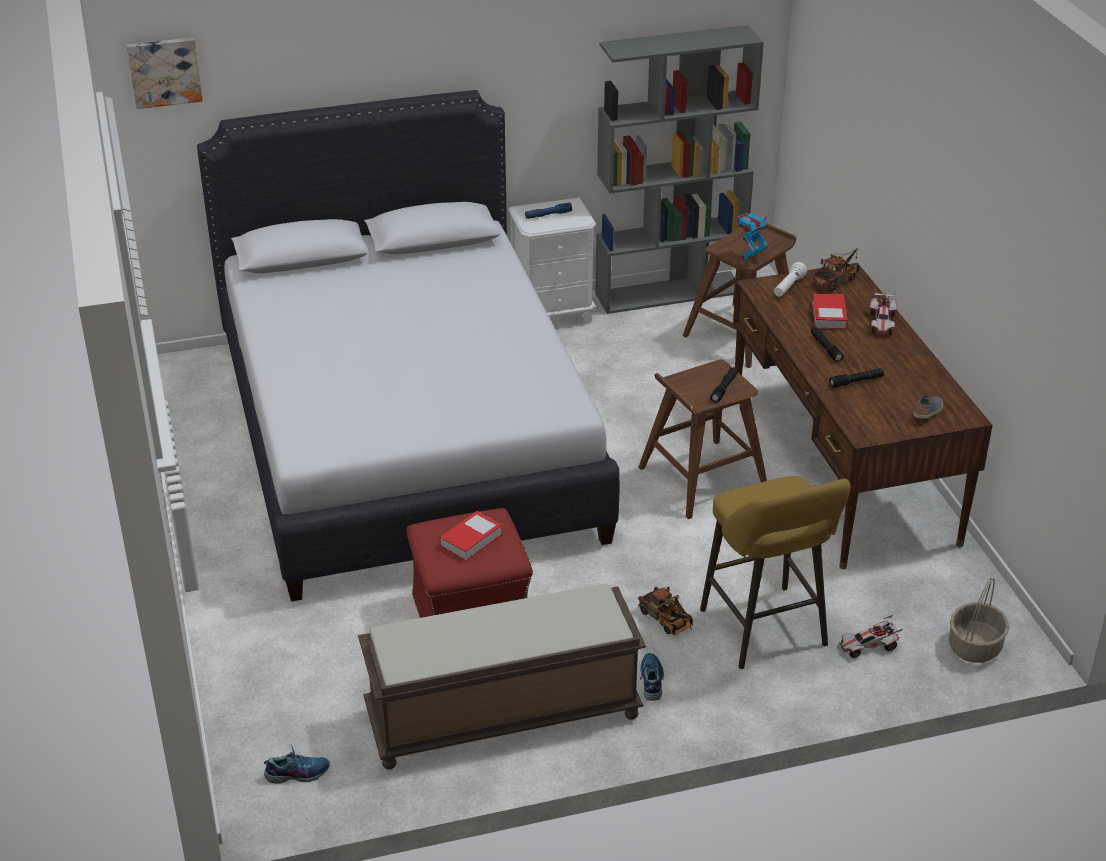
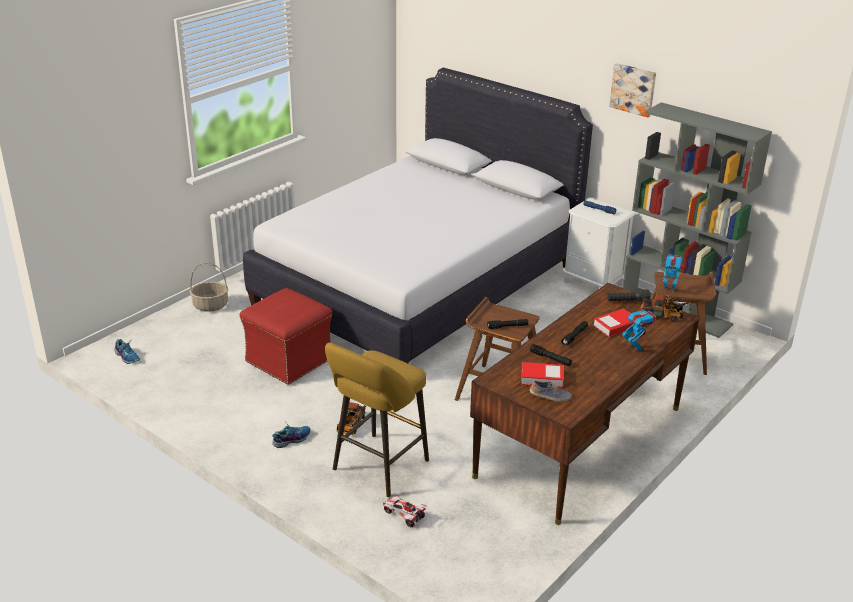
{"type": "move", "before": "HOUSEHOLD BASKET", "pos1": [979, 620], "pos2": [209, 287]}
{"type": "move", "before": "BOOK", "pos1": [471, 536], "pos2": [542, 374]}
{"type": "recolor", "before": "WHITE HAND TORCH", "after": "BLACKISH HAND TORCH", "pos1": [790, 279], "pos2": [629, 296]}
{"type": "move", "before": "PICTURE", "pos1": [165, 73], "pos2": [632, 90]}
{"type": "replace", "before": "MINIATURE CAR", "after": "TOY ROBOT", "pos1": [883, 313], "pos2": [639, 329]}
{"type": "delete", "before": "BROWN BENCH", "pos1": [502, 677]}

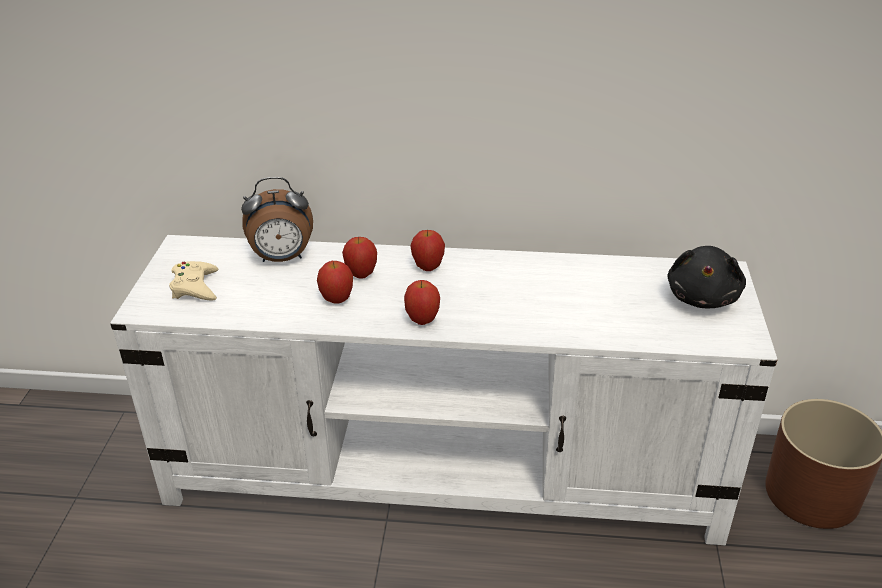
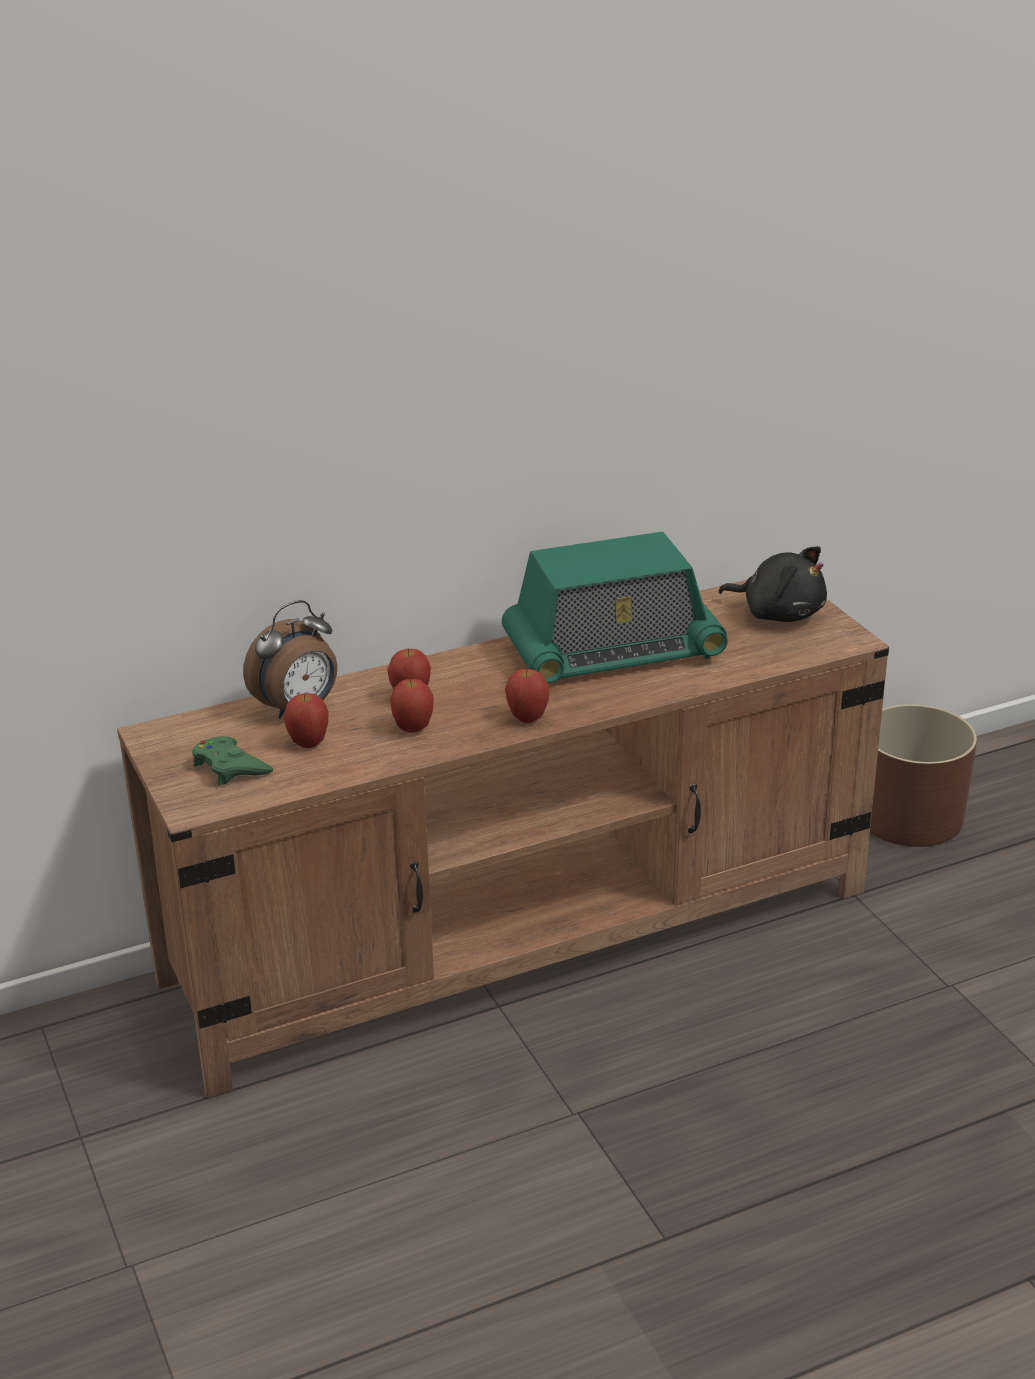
{"type": "recolor", "before": "WHITE MEDIA CONSOLE", "after": "BROWN MEDIA CONSOLE", "pos1": [444, 390], "pos2": [503, 838]}
{"type": "recolor", "before": "SAND-COLOURED JOYPAD", "after": "GREENISH JOYPAD", "pos1": [193, 281], "pos2": [232, 761]}
{"type": "move", "before": "APPLE FRUIT", "pos1": [427, 250], "pos2": [306, 720]}
{"type": "insert", "after": "RADIO SET", "pos2": [615, 607]}
{"type": "rotate", "before": "BLACKISH SOFT TOY", "pos1": [707, 277], "pos2": [772, 584], "turn": -45}

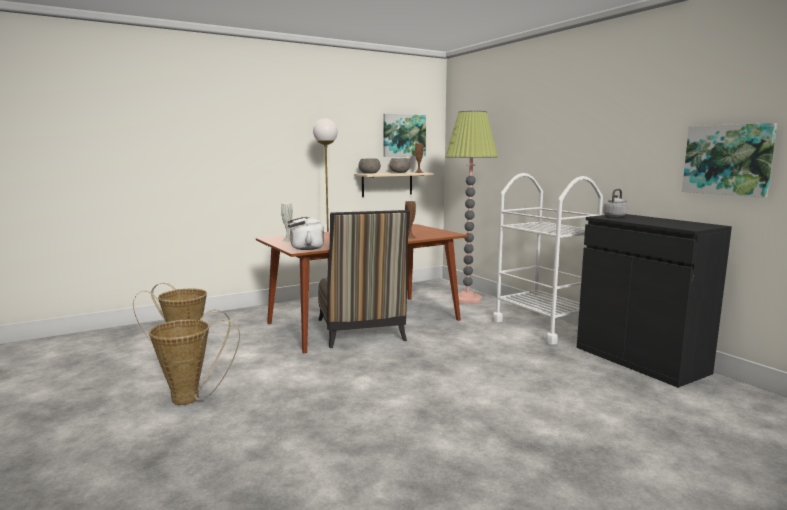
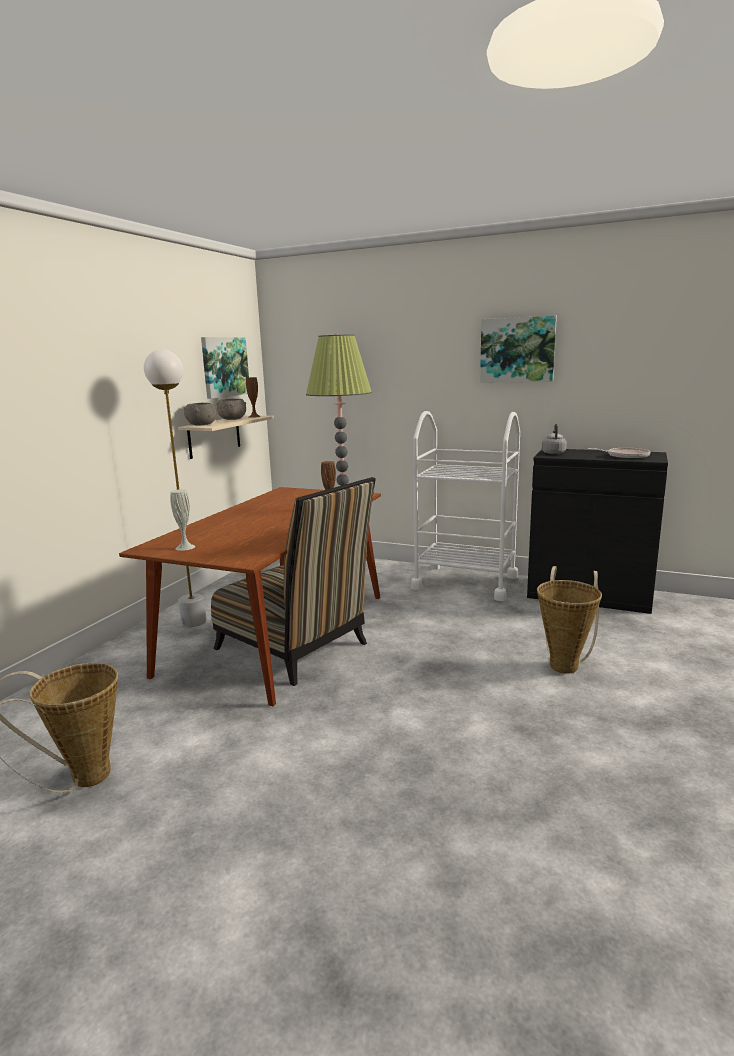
{"type": "move", "before": "PICTURE", "pos1": [729, 160], "pos2": [518, 349]}
{"type": "move", "before": "HOUSEHOLD BASKET", "pos1": [194, 357], "pos2": [569, 620]}
{"type": "insert", "after": "PAN", "pos2": [619, 453]}
{"type": "delete", "before": "WHITE TEA KETTLE", "pos1": [305, 233]}

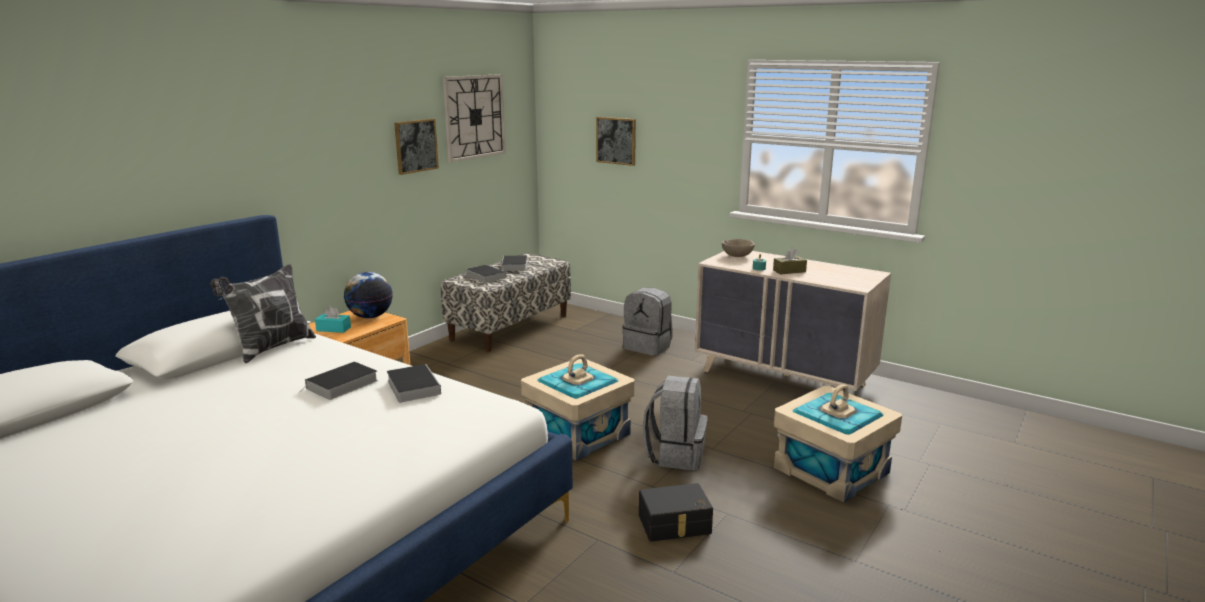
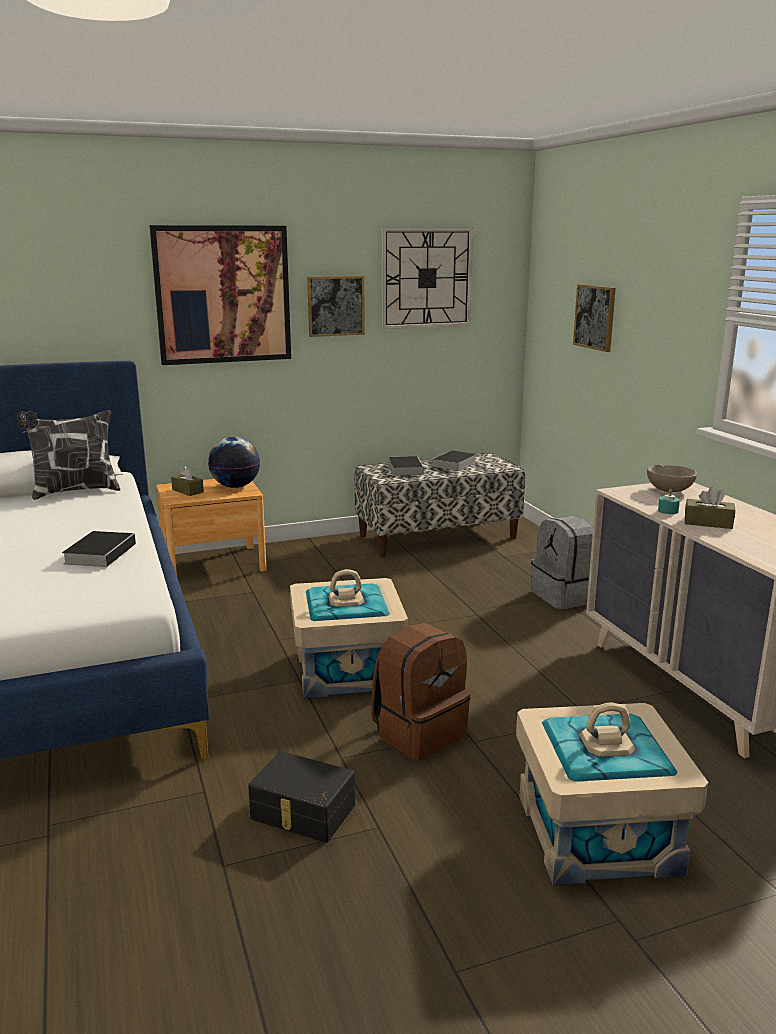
{"type": "insert", "after": "PICTURE", "pos2": [220, 295]}
{"type": "recolor", "before": "TURQUOISE BOX OF TISSUES", "after": "BROWN BOX OF TISSUES", "pos1": [333, 319], "pos2": [187, 480]}
{"type": "recolor", "before": "GRAY KNAPSACK", "after": "BROWN KNAPSACK", "pos1": [675, 423], "pos2": [420, 691]}
{"type": "delete", "before": "BOOK", "pos1": [338, 381]}

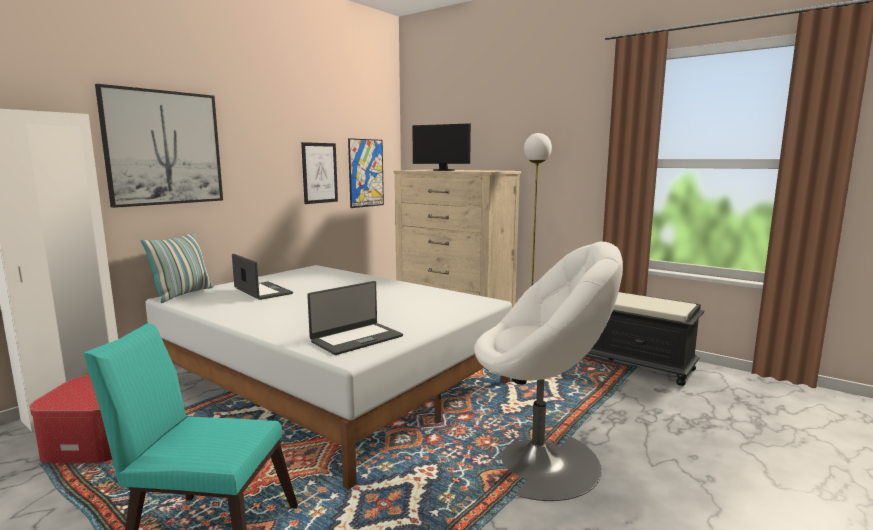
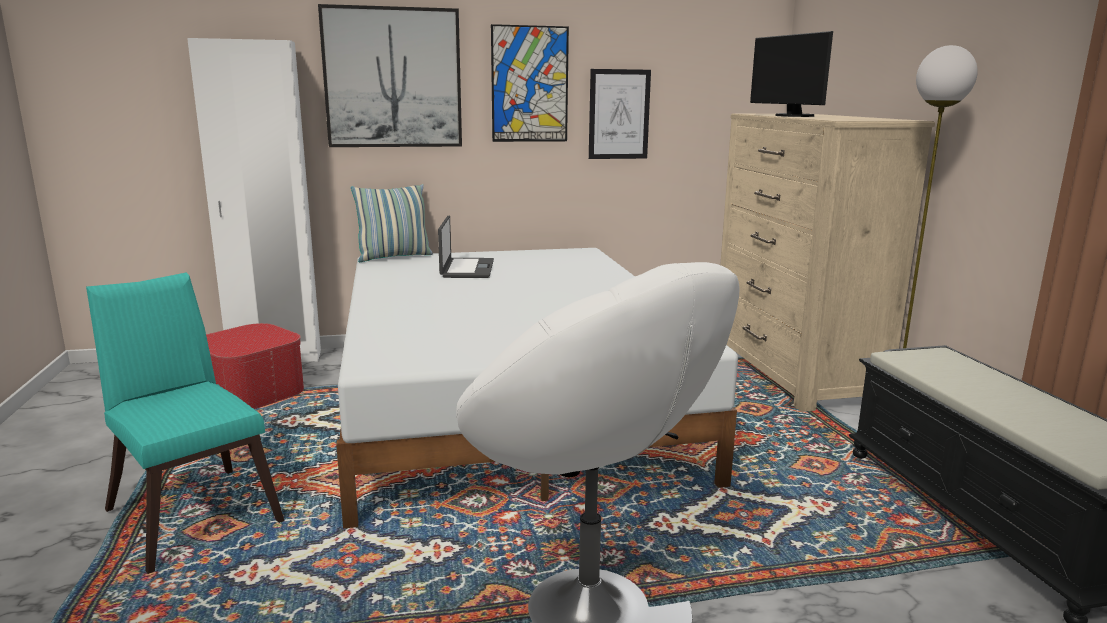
{"type": "move", "before": "PICTURE", "pos1": [366, 173], "pos2": [530, 83]}
{"type": "delete", "before": "LAPTOP", "pos1": [355, 318]}

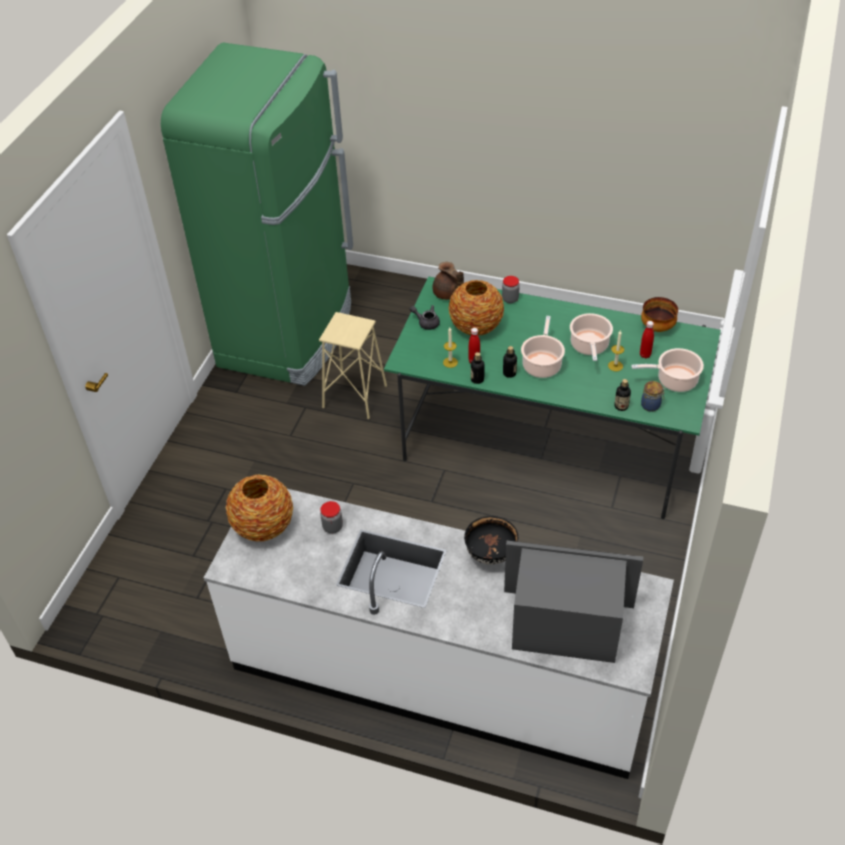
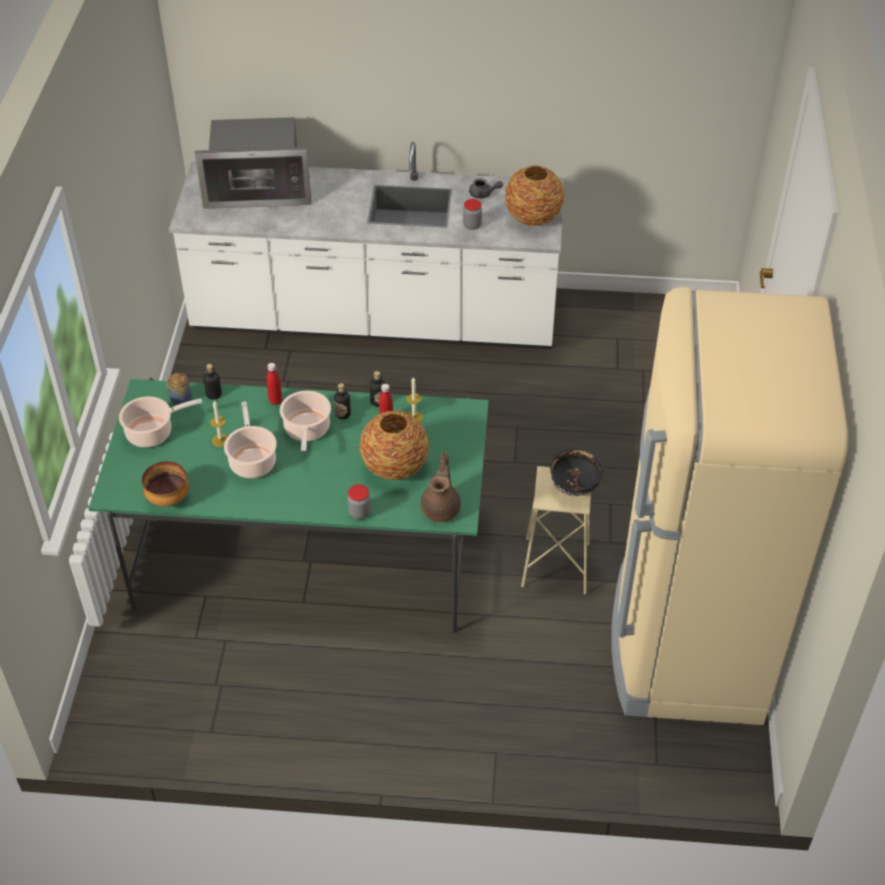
{"type": "move", "before": "REDDISH DRINK BOTTLE", "pos1": [647, 339], "pos2": [274, 384]}
{"type": "rotate", "before": "BROWN TEAPOT", "pos1": [448, 281], "pos2": [441, 487], "turn": 60}
{"type": "move", "before": "GRAY TEAPOT", "pos1": [424, 317], "pos2": [486, 188]}
{"type": "move", "before": "BLACKISH DEEP DISH", "pos1": [491, 540], "pos2": [577, 472]}
{"type": "recolor", "before": "GREENISH FRIDGE", "after": "SAND-COLOURED FRIDGE", "pos1": [257, 214], "pos2": [729, 506]}

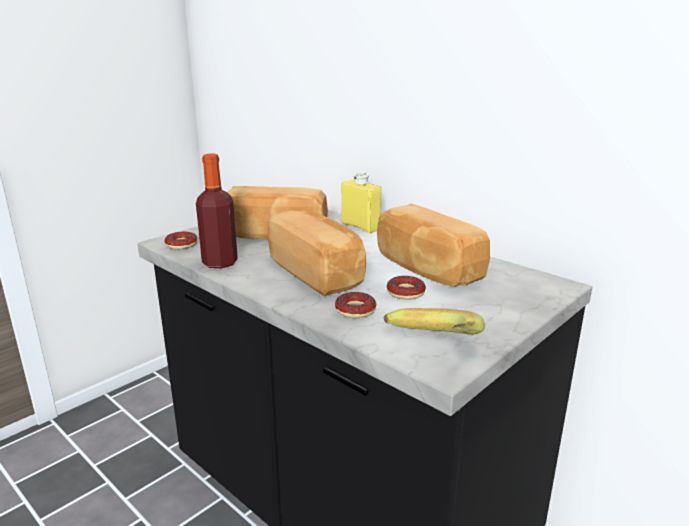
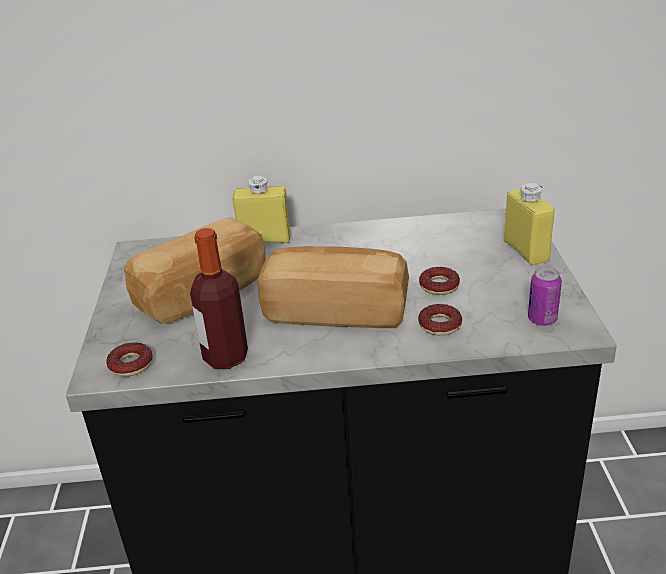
{"type": "insert", "after": "YELLOW DRINK BOTTLE", "pos2": [529, 224]}
{"type": "replace", "before": "WHOLE BANANA", "after": "METAL CAN", "pos1": [434, 321], "pos2": [545, 296]}
{"type": "delete", "before": "BREAD", "pos1": [433, 245]}

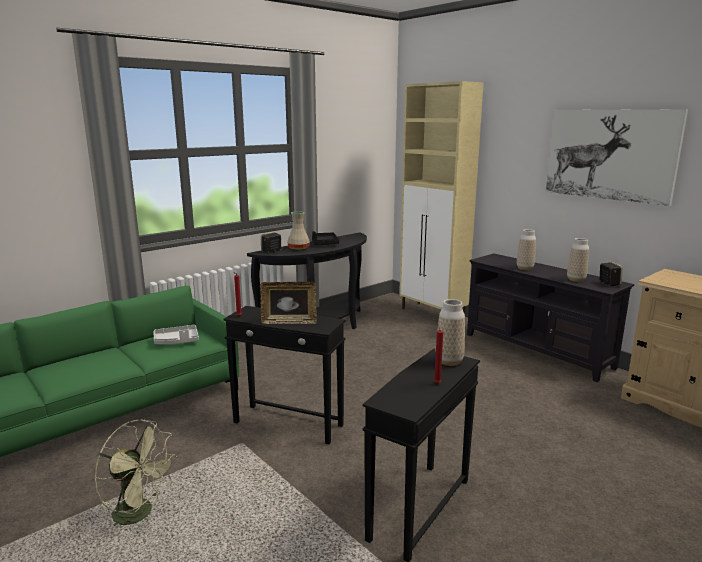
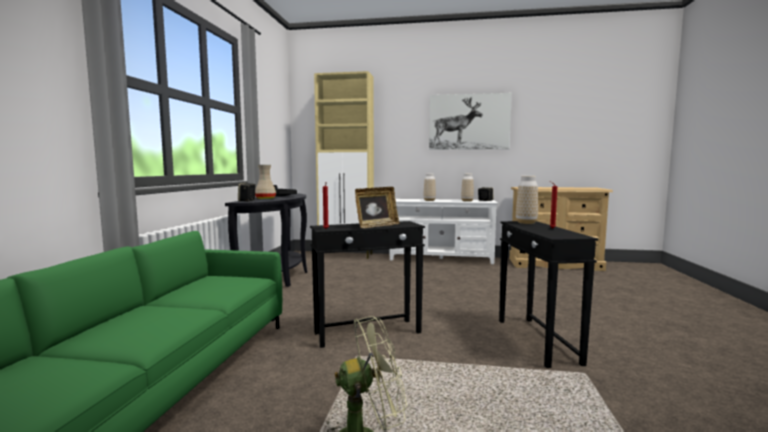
{"type": "recolor", "before": "BLACKISH MEDIA CONSOLE", "after": "WHITE MEDIA CONSOLE", "pos1": [550, 317], "pos2": [444, 231]}
{"type": "delete", "before": "GRAY SERVING TRAY", "pos1": [176, 335]}

